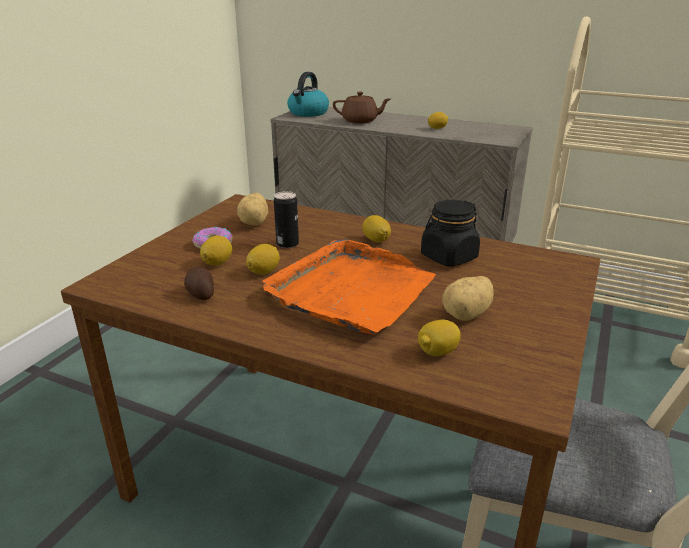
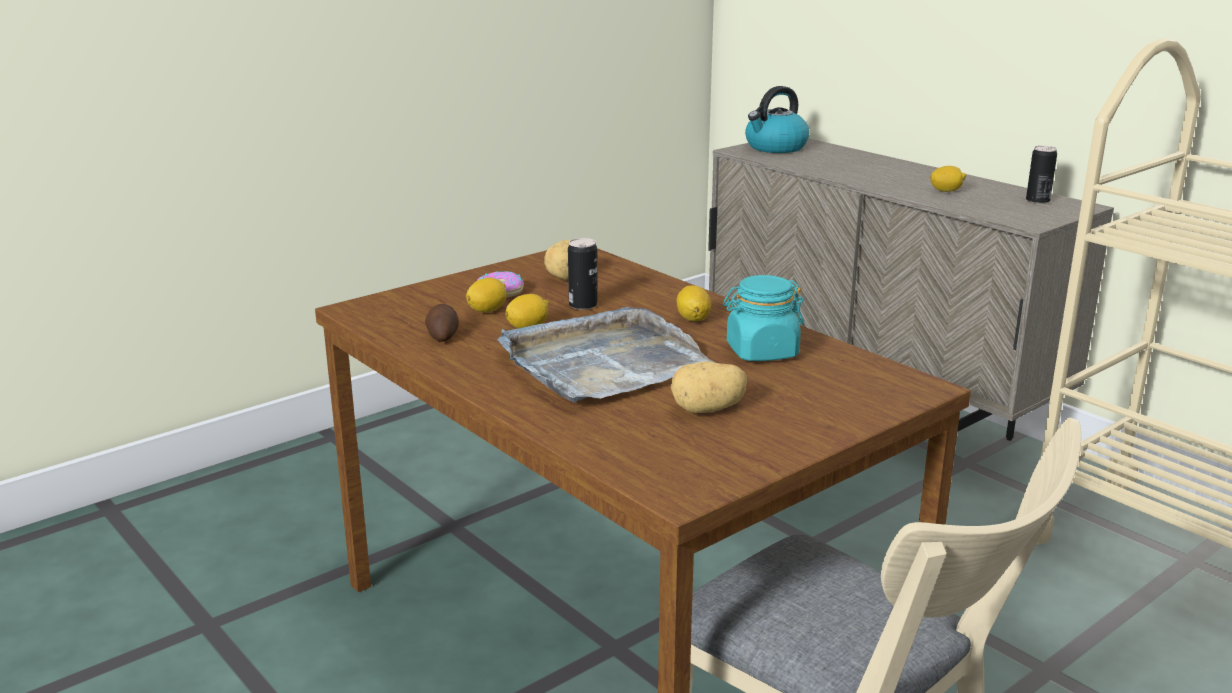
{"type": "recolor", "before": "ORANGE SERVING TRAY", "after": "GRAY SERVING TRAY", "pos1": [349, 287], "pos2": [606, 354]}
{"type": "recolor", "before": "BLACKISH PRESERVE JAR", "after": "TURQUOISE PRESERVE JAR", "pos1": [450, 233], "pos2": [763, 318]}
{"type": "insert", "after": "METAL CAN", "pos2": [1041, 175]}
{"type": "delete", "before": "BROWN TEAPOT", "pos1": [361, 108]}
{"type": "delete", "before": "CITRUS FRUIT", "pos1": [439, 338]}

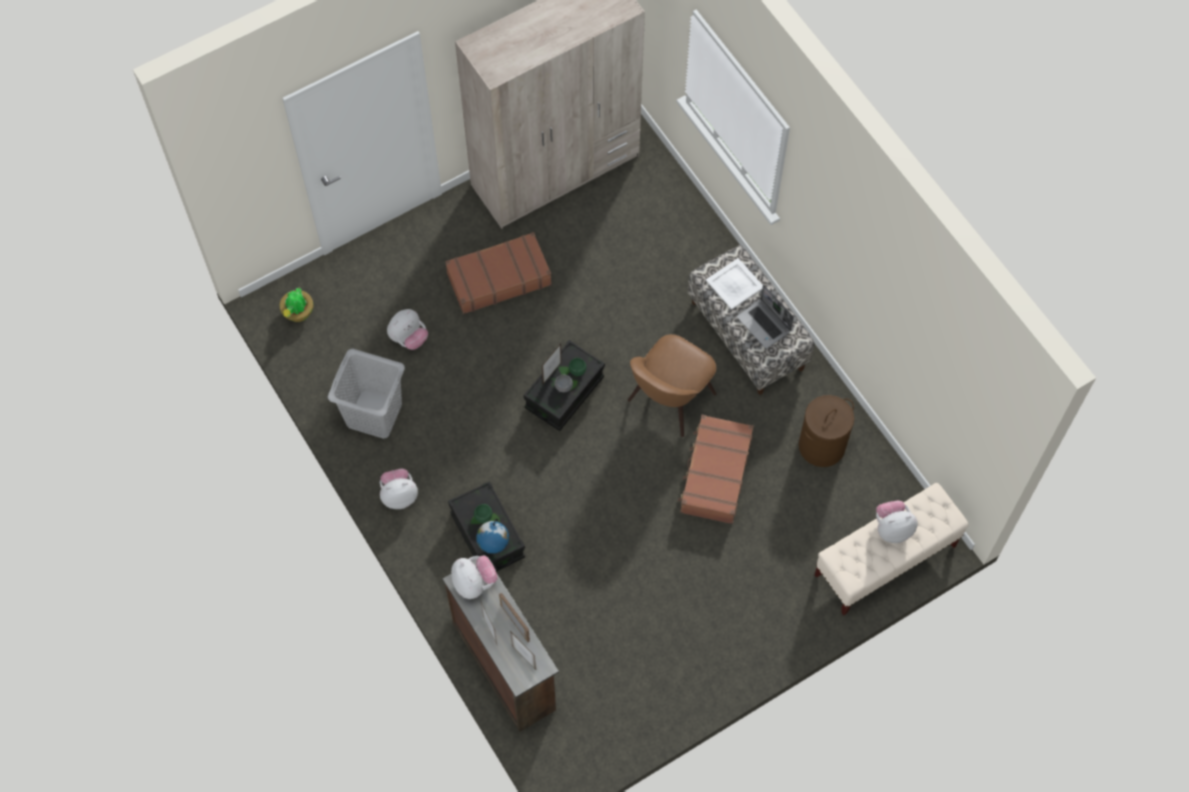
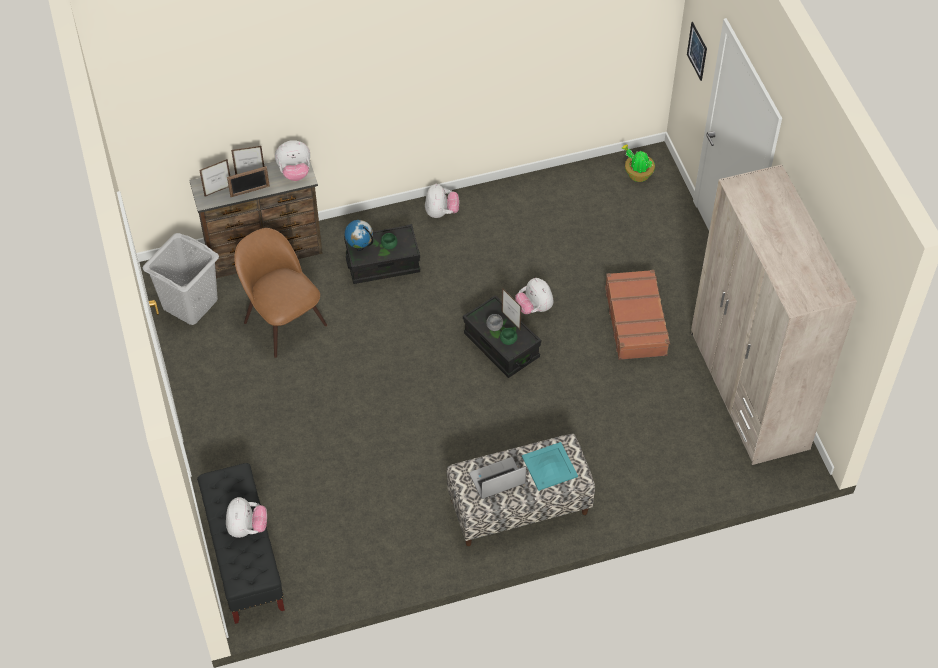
{"type": "move", "before": "GRAY WASHING BASKET", "pos1": [366, 394], "pos2": [180, 279]}
{"type": "recolor", "before": "SAND-COLOURED BENCH", "after": "BLACKISH BENCH", "pos1": [891, 549], "pos2": [241, 543]}
{"type": "move", "before": "BROWN PLAIN CHAIR", "pos1": [672, 385], "pos2": [280, 293]}
{"type": "move", "before": "SOFT TOY", "pos1": [407, 329], "pos2": [534, 296]}
{"type": "recolor", "before": "WHITE SERVING TRAY", "after": "TURQUOISE SERVING TRAY", "pos1": [734, 284], "pos2": [550, 466]}
{"type": "insert", "after": "PICTURE", "pos2": [697, 51]}
{"type": "delete", "before": "BROWN TRAVEL CASE", "pos1": [716, 469]}
{"type": "delete", "before": "BROWN WASHING BASKET", "pos1": [826, 431]}

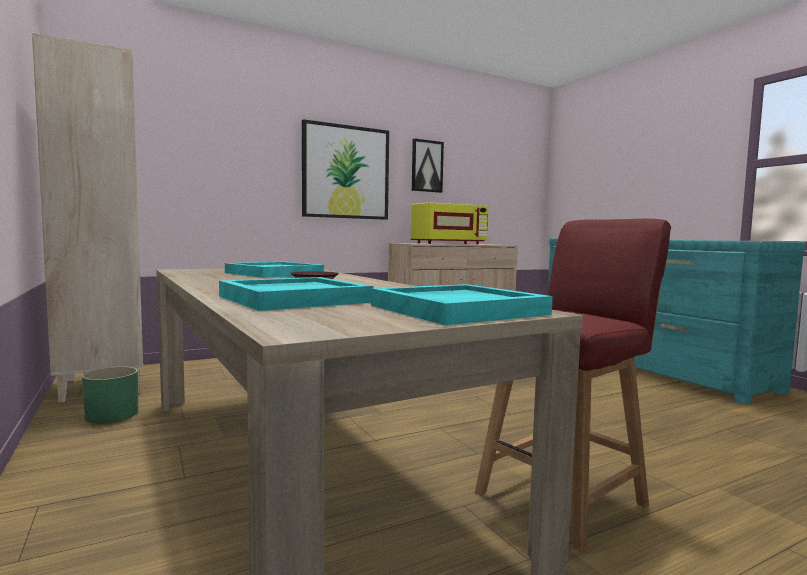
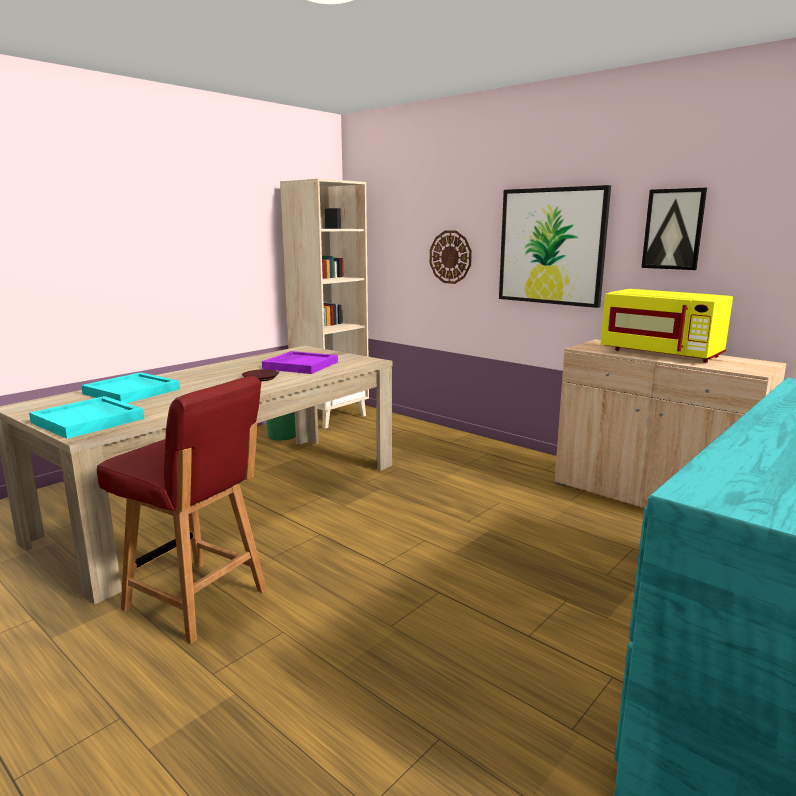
{"type": "recolor", "before": "TURQUOISE SERVING TRAY", "after": "PURPLE SERVING TRAY", "pos1": [274, 270], "pos2": [300, 362]}
{"type": "insert", "after": "HANGING CLOCK", "pos2": [451, 257]}

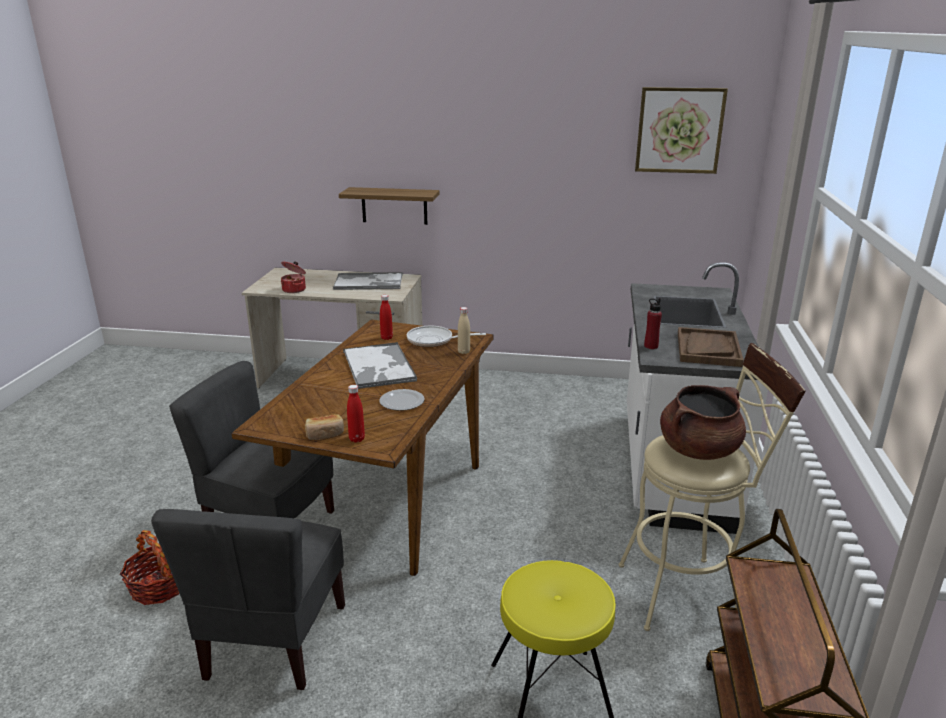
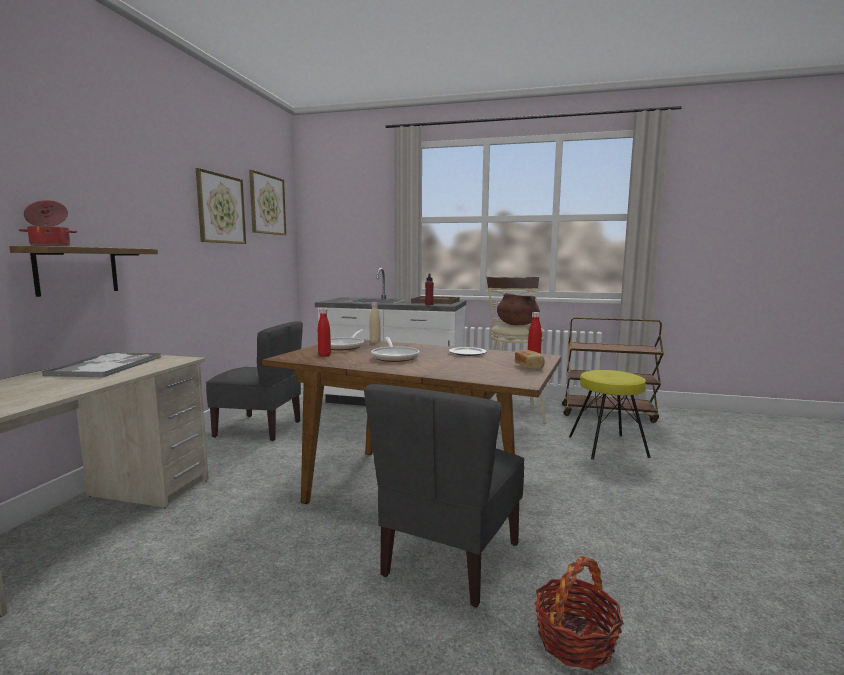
{"type": "move", "before": "SAUCEPOT", "pos1": [293, 277], "pos2": [48, 223]}
{"type": "insert", "after": "PICTURE", "pos2": [221, 206]}
{"type": "move", "before": "GRAY PLAIN CHAIR", "pos1": [248, 599], "pos2": [254, 381]}
{"type": "replace", "before": "SERVING TRAY", "after": "PAN", "pos1": [380, 365], "pos2": [395, 349]}

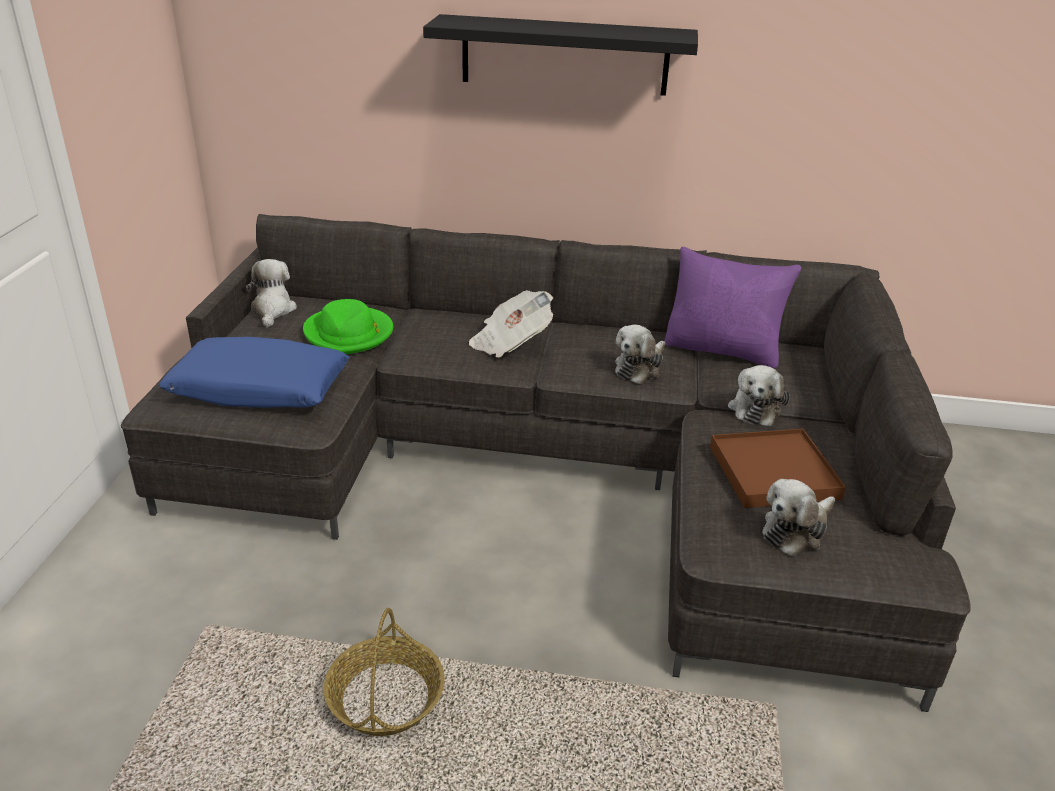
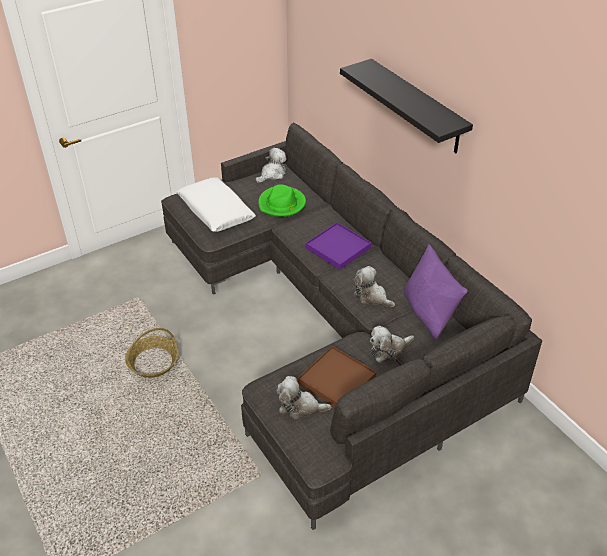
{"type": "recolor", "before": "BLUISH CUSHION", "after": "WHITE CUSHION", "pos1": [254, 372], "pos2": [216, 204]}
{"type": "replace", "before": "PRINTED PAPER", "after": "PURPLE SERVING TRAY", "pos1": [511, 324], "pos2": [339, 246]}
{"type": "rotate", "before": "SOFT TOY", "pos1": [640, 354], "pos2": [374, 286], "turn": 45}

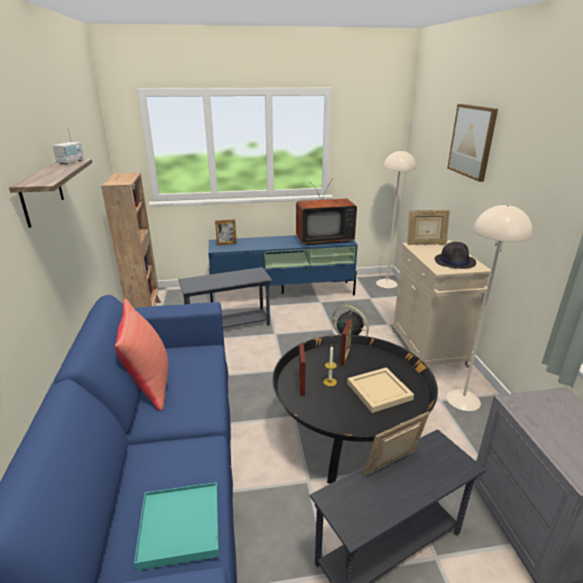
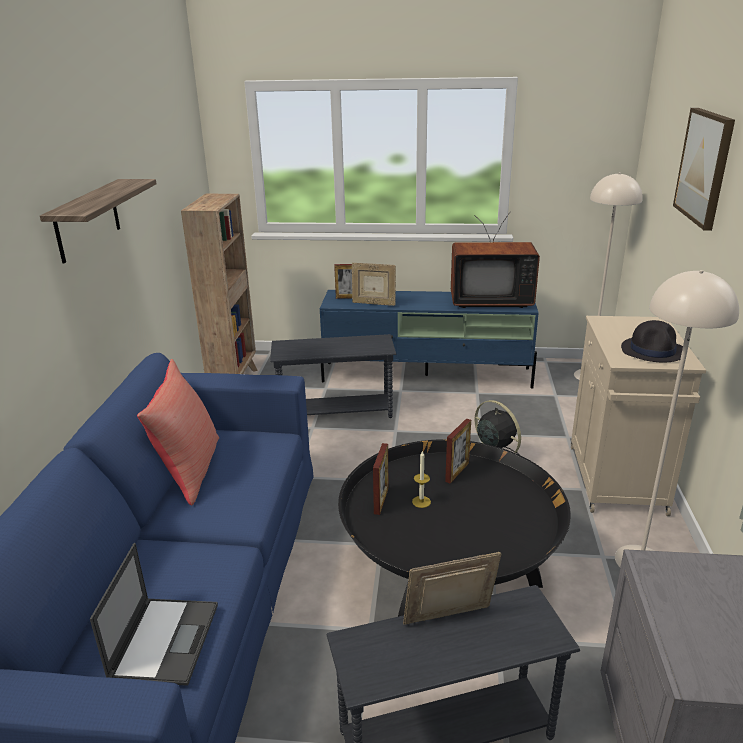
{"type": "replace", "before": "TURQUOISE SERVING TRAY", "after": "LAPTOP", "pos1": [176, 526], "pos2": [154, 614]}
{"type": "move", "before": "STANDING FRAME", "pos1": [428, 227], "pos2": [374, 284]}
{"type": "delete", "before": "RADIO SET", "pos1": [68, 146]}
{"type": "delete", "before": "SAND-COLOURED SERVING TRAY", "pos1": [380, 390]}

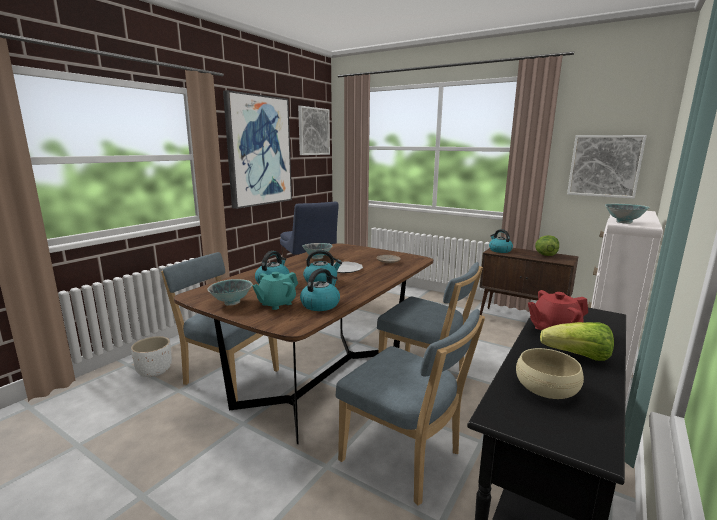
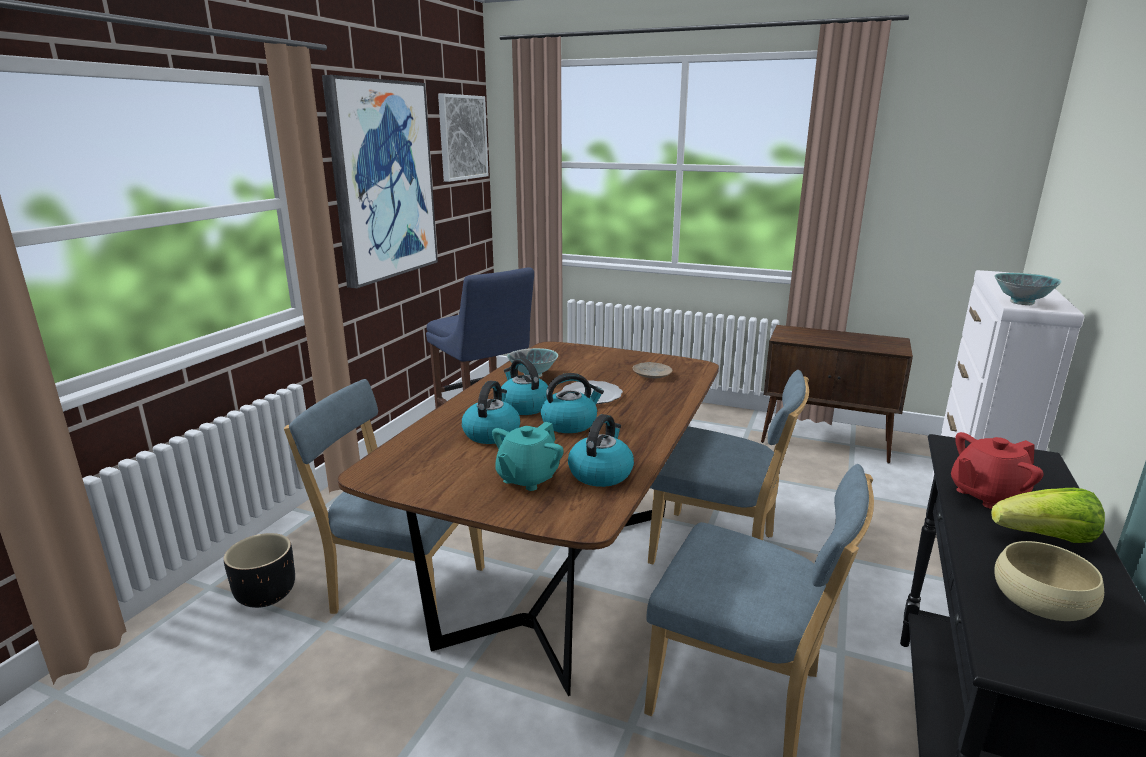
{"type": "recolor", "before": "WHITE FLOWER POT", "after": "BLACKISH FLOWER POT", "pos1": [151, 356], "pos2": [259, 570]}
{"type": "move", "before": "TEA KETTLE", "pos1": [501, 241], "pos2": [524, 386]}
{"type": "delete", "before": "DEEP DISH", "pos1": [230, 292]}
{"type": "delete", "before": "LETTUCE", "pos1": [547, 245]}
{"type": "delete", "before": "PICTURE", "pos1": [607, 167]}

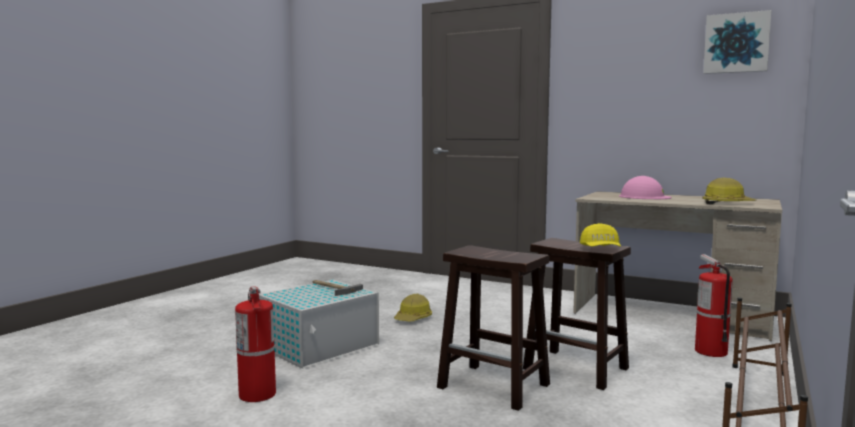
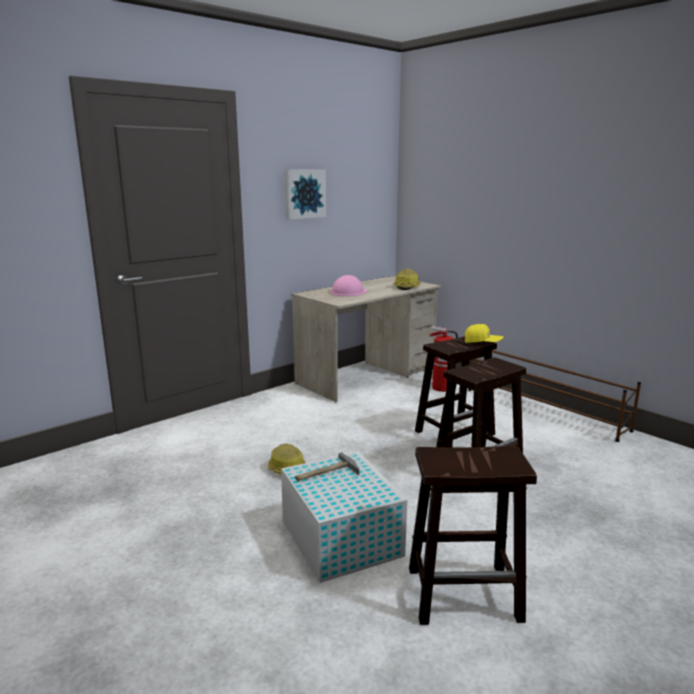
{"type": "move", "before": "PICTURE", "pos1": [737, 42], "pos2": [305, 194]}
{"type": "replace", "before": "EXTINGUISHER", "after": "BROWN SITTING STOOL", "pos1": [255, 344], "pos2": [473, 535]}

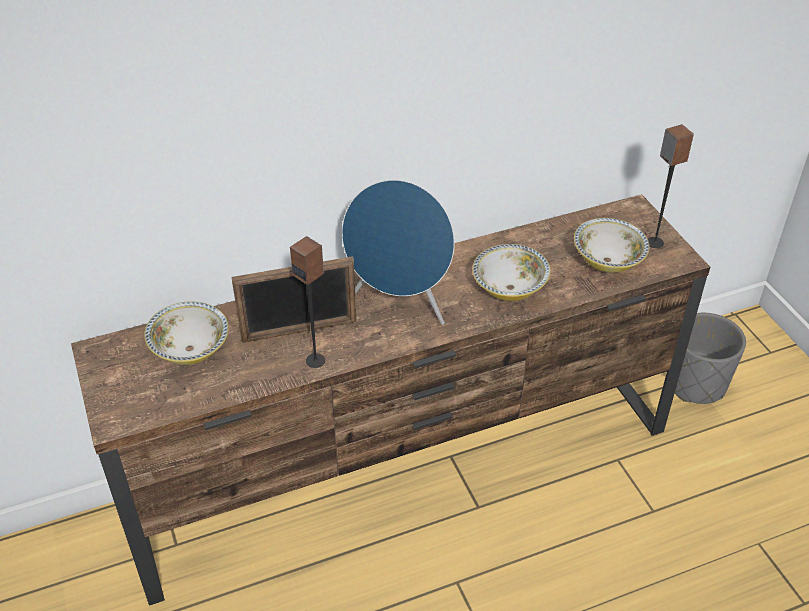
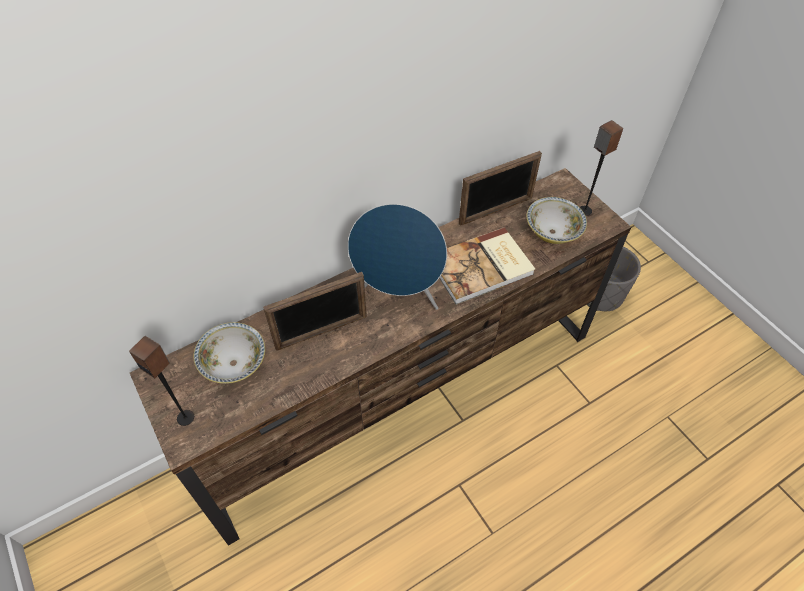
{"type": "move", "before": "AUDIO SPEAKER", "pos1": [307, 302], "pos2": [161, 381]}
{"type": "replace", "before": "DEEP DISH", "after": "BOOK", "pos1": [511, 272], "pos2": [487, 266]}
{"type": "insert", "after": "STANDING FRAME", "pos2": [500, 188]}

